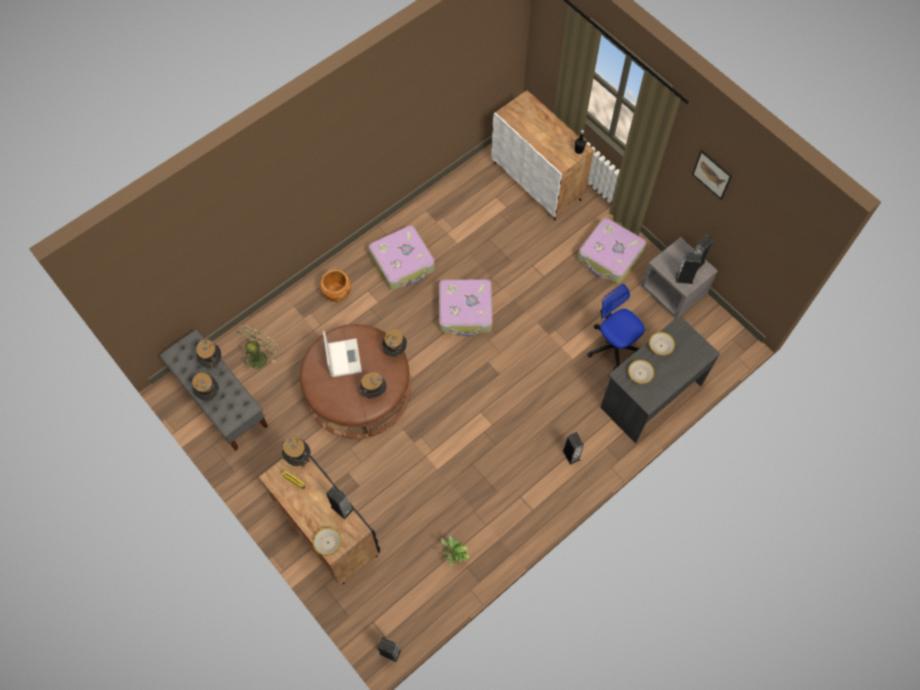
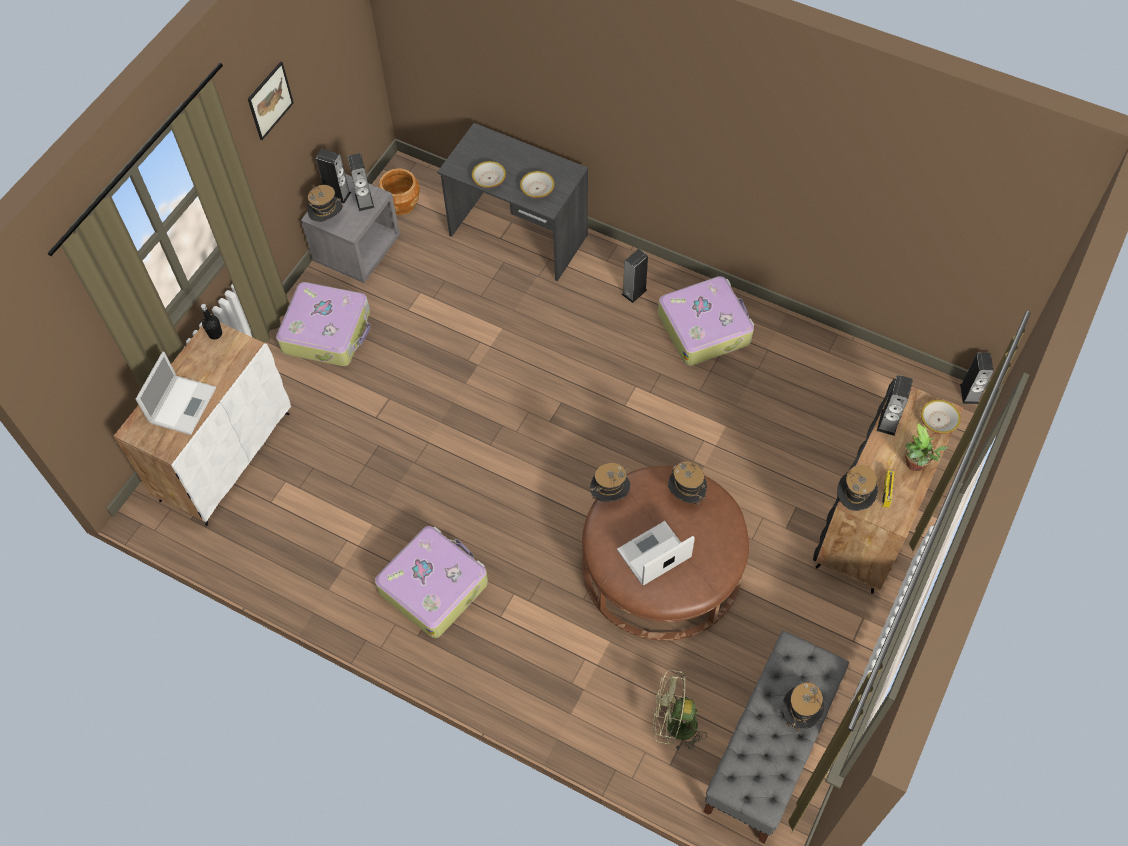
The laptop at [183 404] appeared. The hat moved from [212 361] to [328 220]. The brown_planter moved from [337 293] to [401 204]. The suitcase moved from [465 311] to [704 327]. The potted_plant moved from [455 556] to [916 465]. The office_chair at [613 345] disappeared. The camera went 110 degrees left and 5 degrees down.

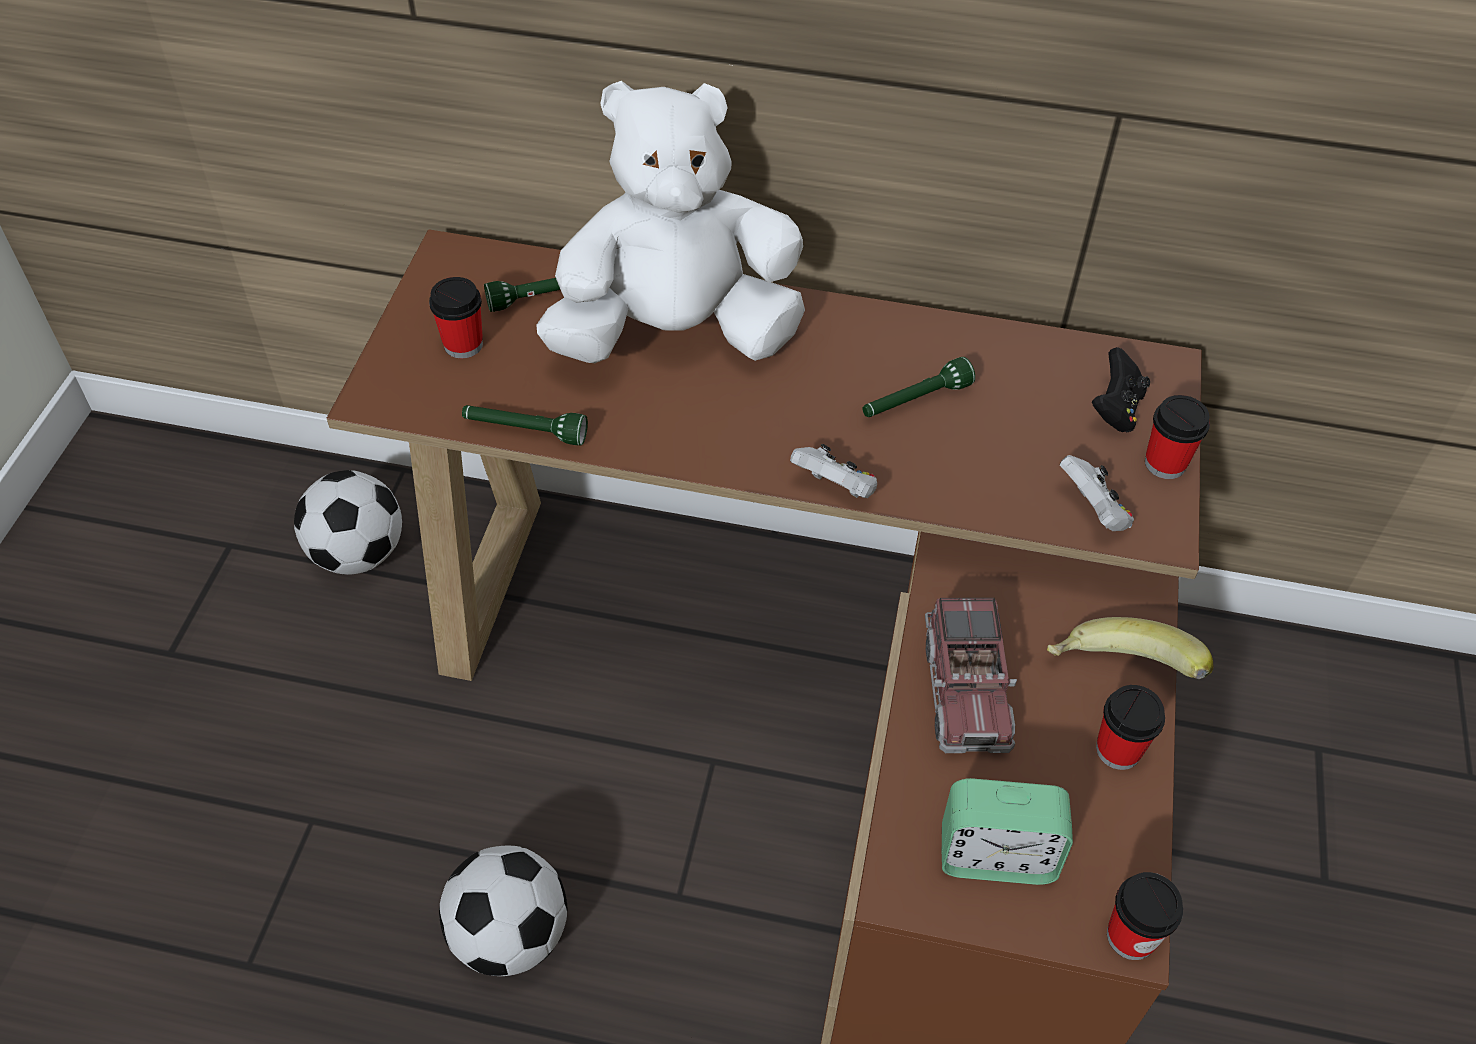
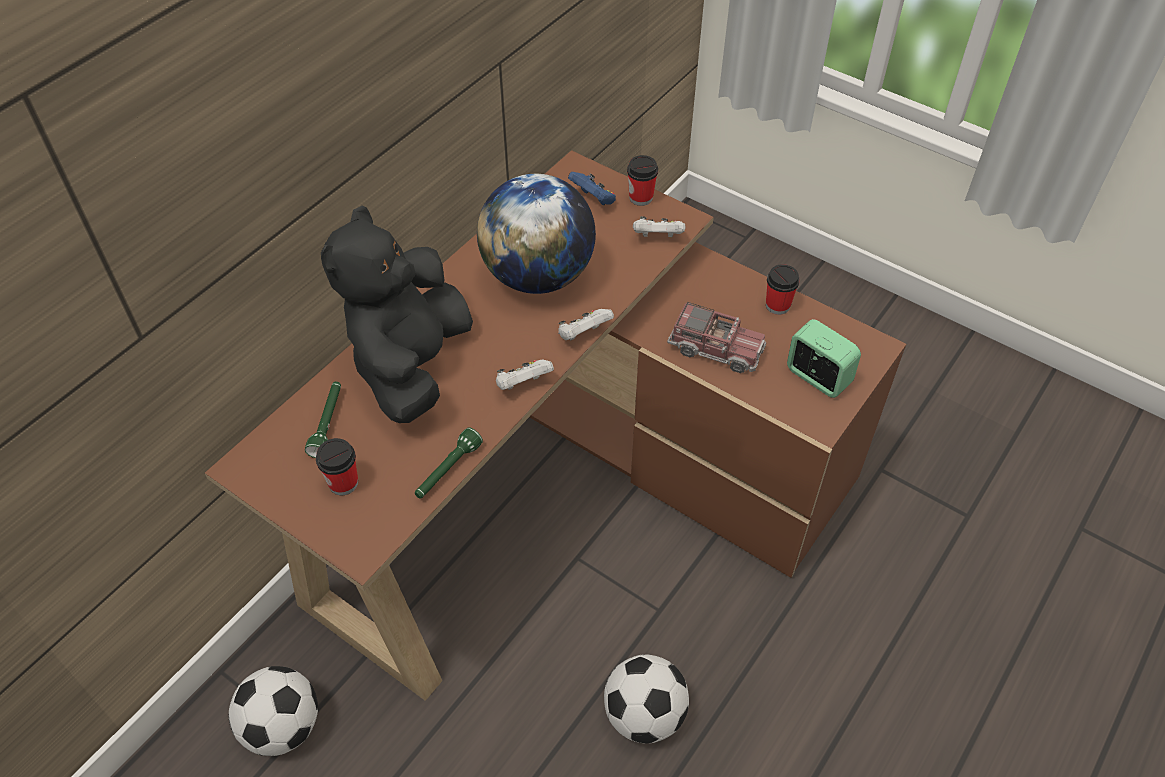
The white_plush_toy at [676 334] became the black_plush_toy at [411 365]. The green_flashlight at [915 401] was replaced by the globe at [538 276]. The white_game_controller at [523 385] appeared. The black_game_controller at [1115 409] became the blue_game_controller at [593 199]. The alarm_clock at [996 856] turned 75 degrees counterclockwise. The banana at [1119 676] disappeared. The cup at [1131 936] disappeared. The camera went 65 degrees left and 0 degrees up.

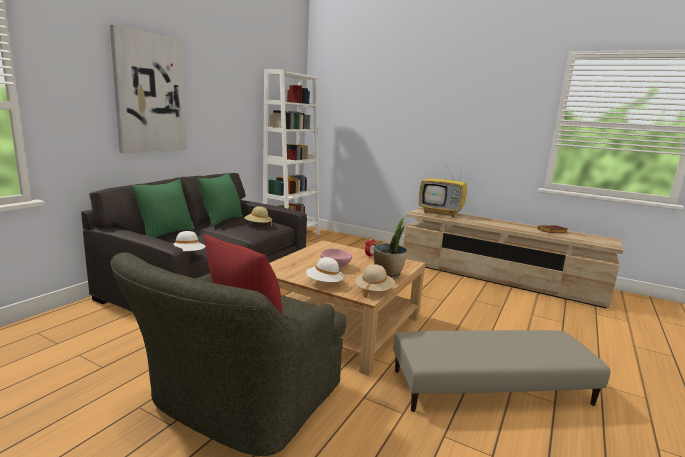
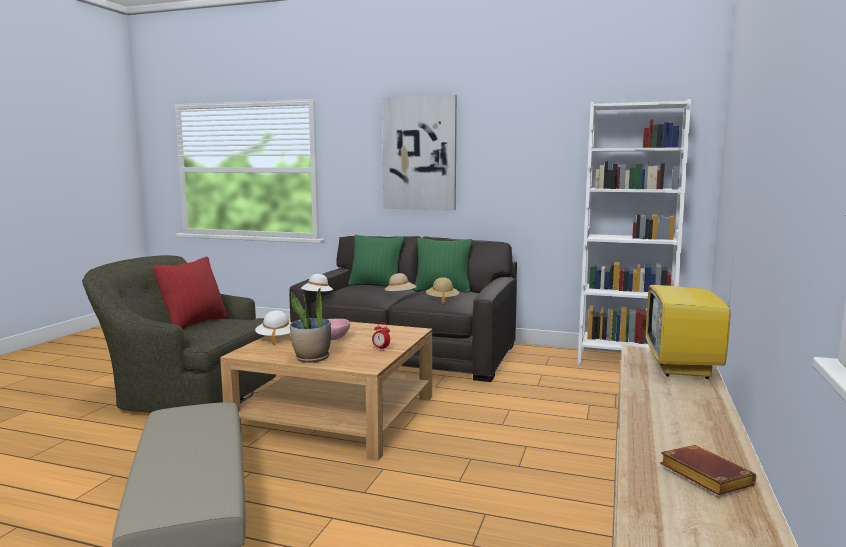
The beige_hat moved from [374 291] to [400 295]. The camera went 80 degrees right and 5 degrees down.

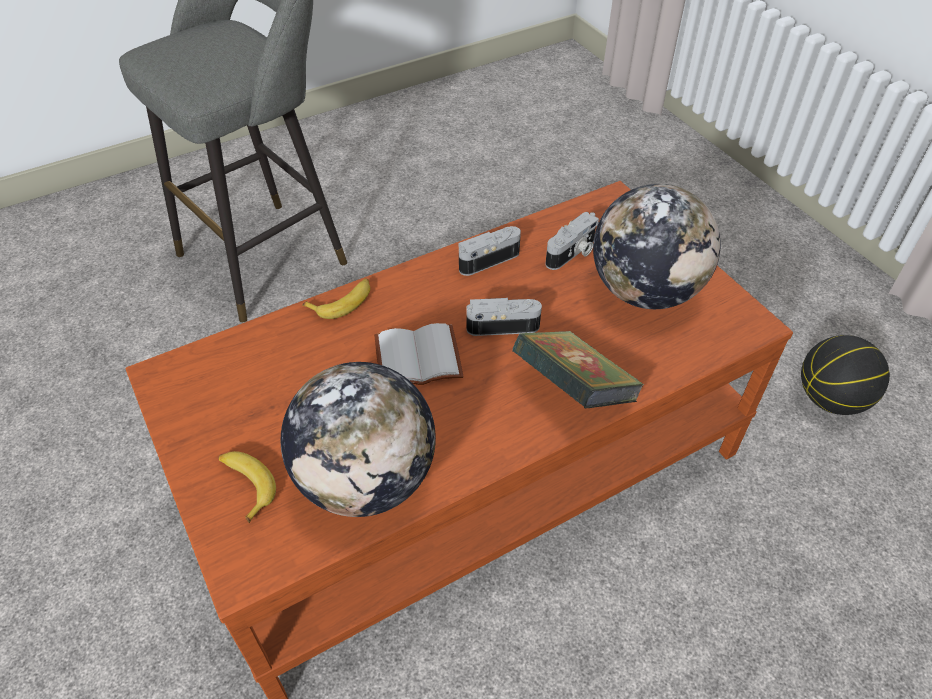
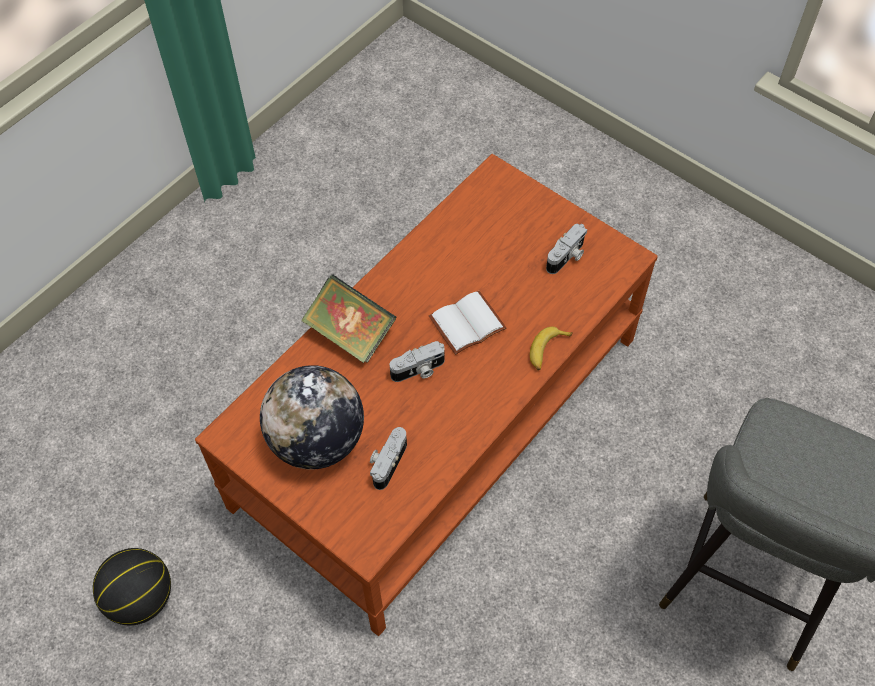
The photo_camera moved from [487 259] to [567 257]. The banana at [246 485] disappeared. The globe at [366 479] disappeared. The camera went 160 degrees right and 10 degrees up.

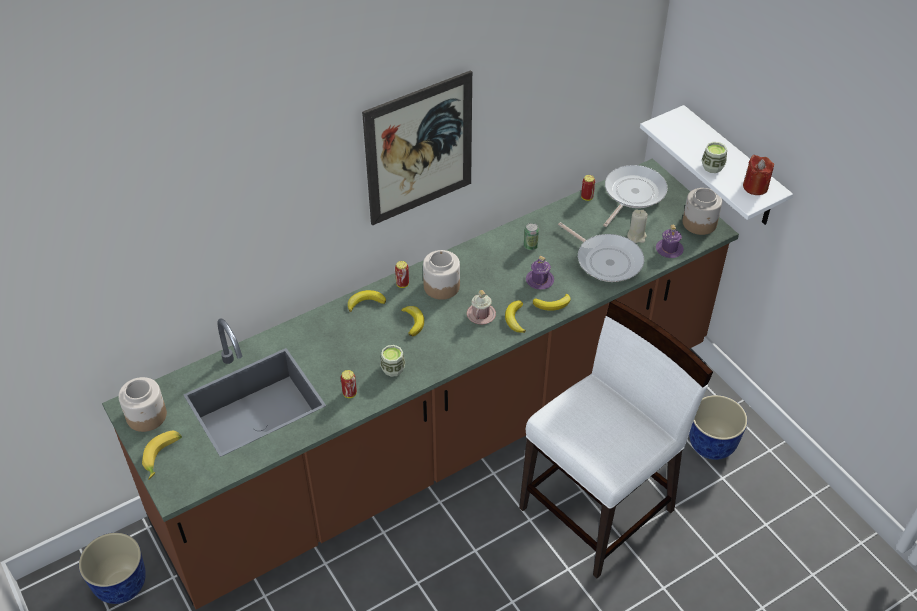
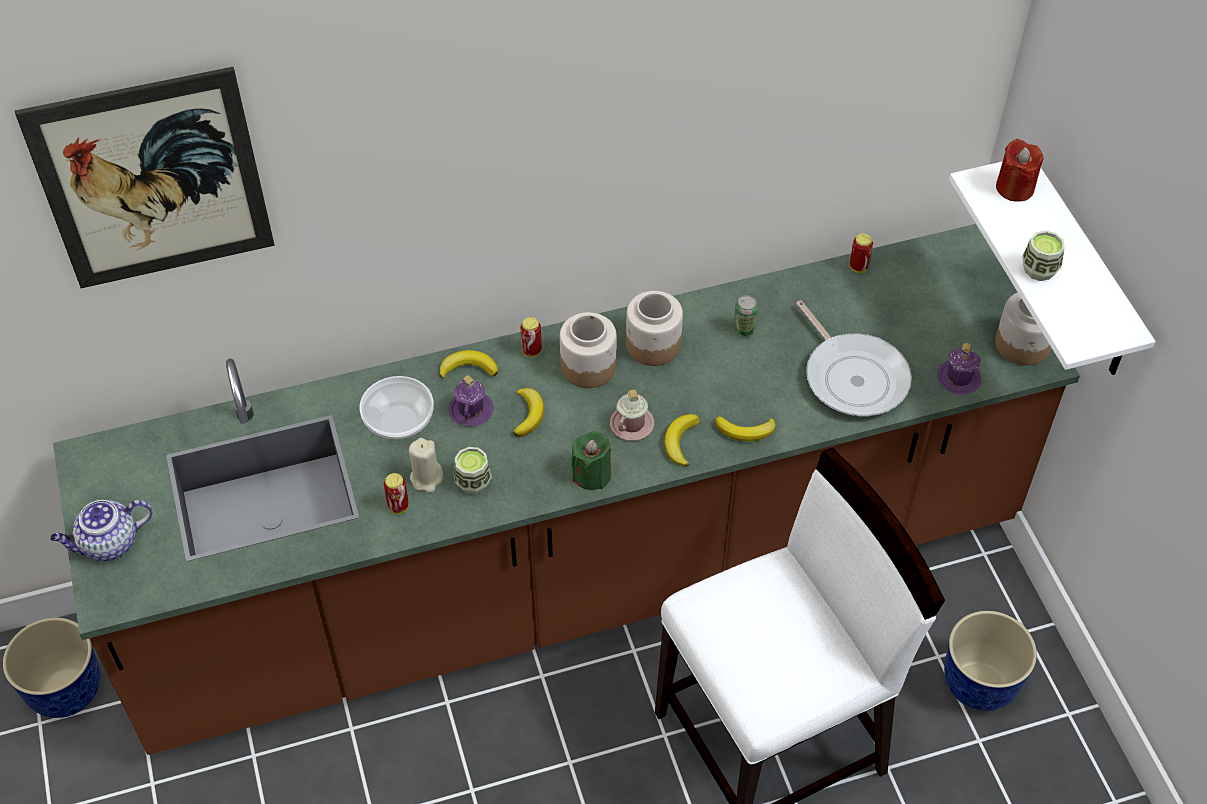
The picture moved from [419 149] to [153 180]. The banana at [163 457] was replaced by the teapot at [109 544]. The bowl at [398 421] appeared. The beige_candle moved from [636 236] to [426 478]. The purple_mug moved from [539 280] to [471 410]. The green_candle at [592 474] appeared. The jar moved from [146 416] to [653 345]. The red_candle moved from [755 187] to [1014 188]. The frying_pan at [632 194] disappeared. The camera went 15 degrees right and 5 degrees up.

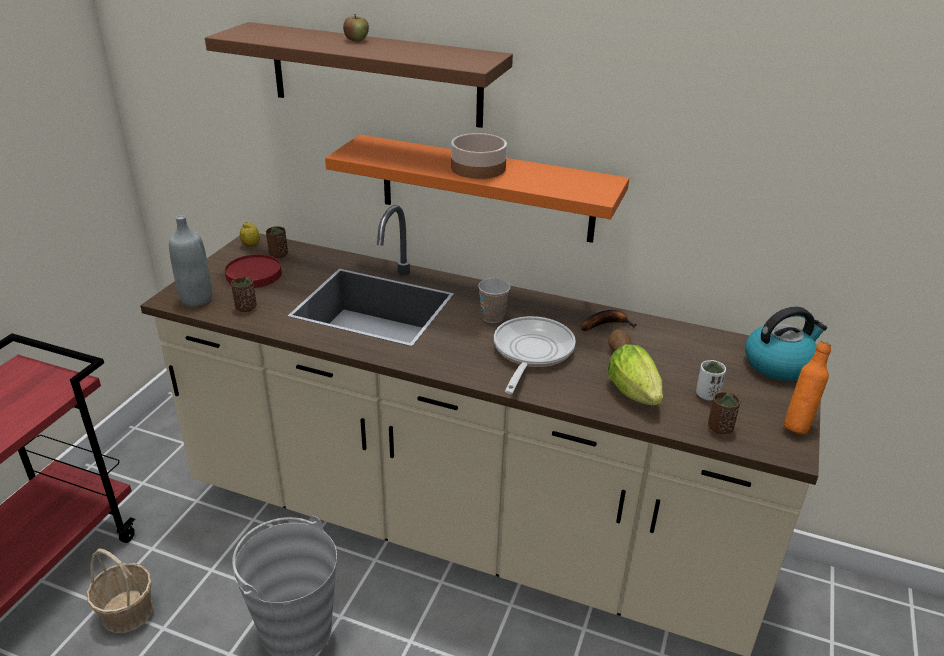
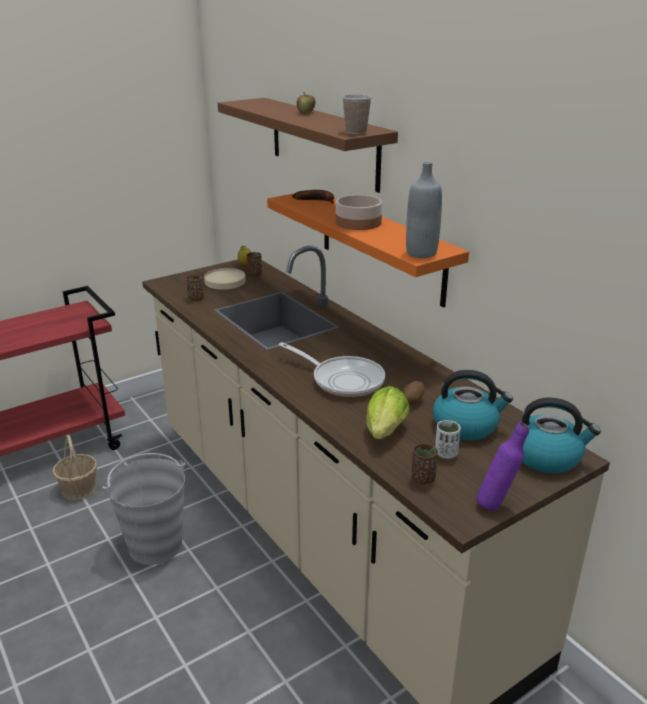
The red_plate at [254 275] became the beige_plate at [225 281]. The frying_pan at [531 353] turned 75 degrees clockwise. The banana moved from [606 324] to [317 200]. The cup moved from [493 317] to [356 132]. The grey_bottle moved from [196 299] to [421 253]. The kettle at [466 425] appeared. The orange_bottle at [797 425] became the purple_bottle at [497 504]. The camera went 35 degrees right and 5 degrees down.

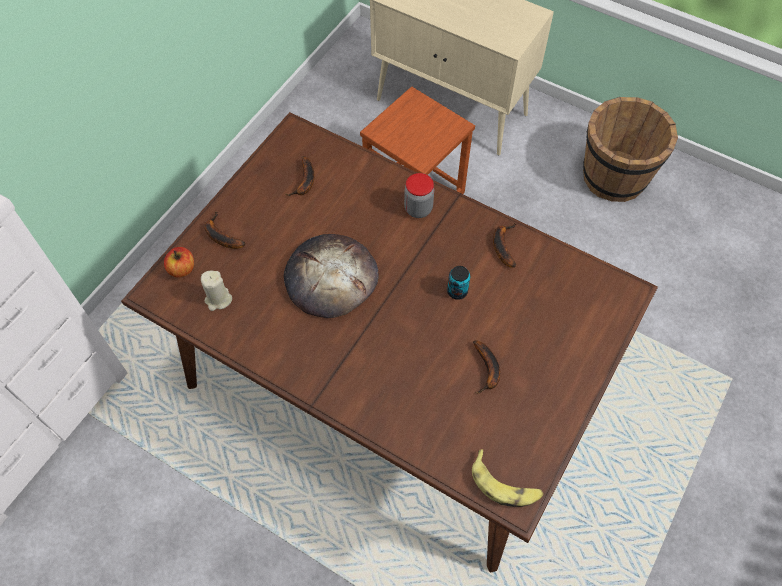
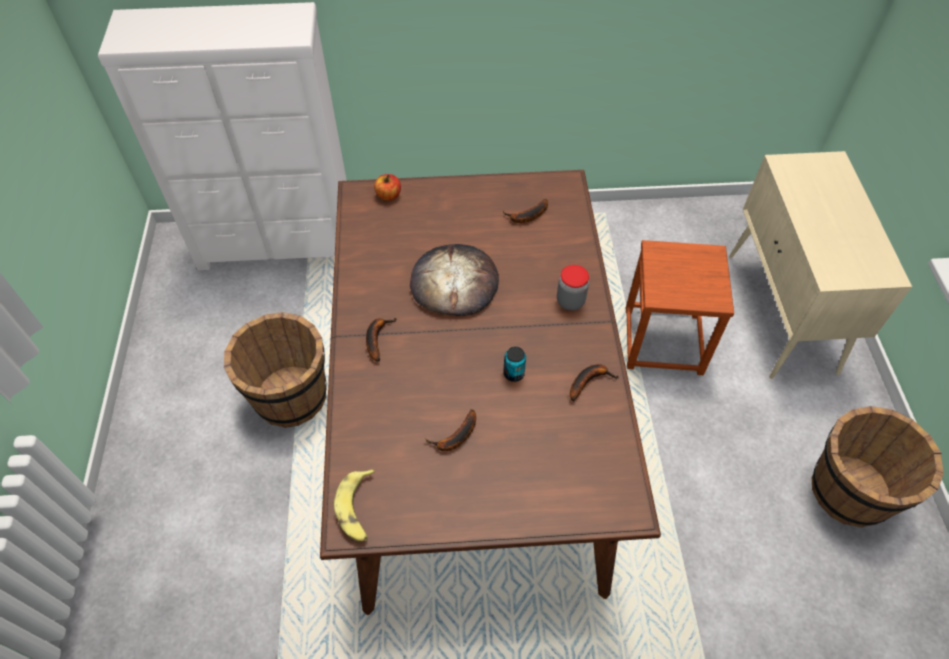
The brown_bucket at [290 396] appeared. The banana moved from [220 236] to [377 338]. The beige_candle at [218 299] disappeared. The camera went 55 degrees right and 5 degrees down.

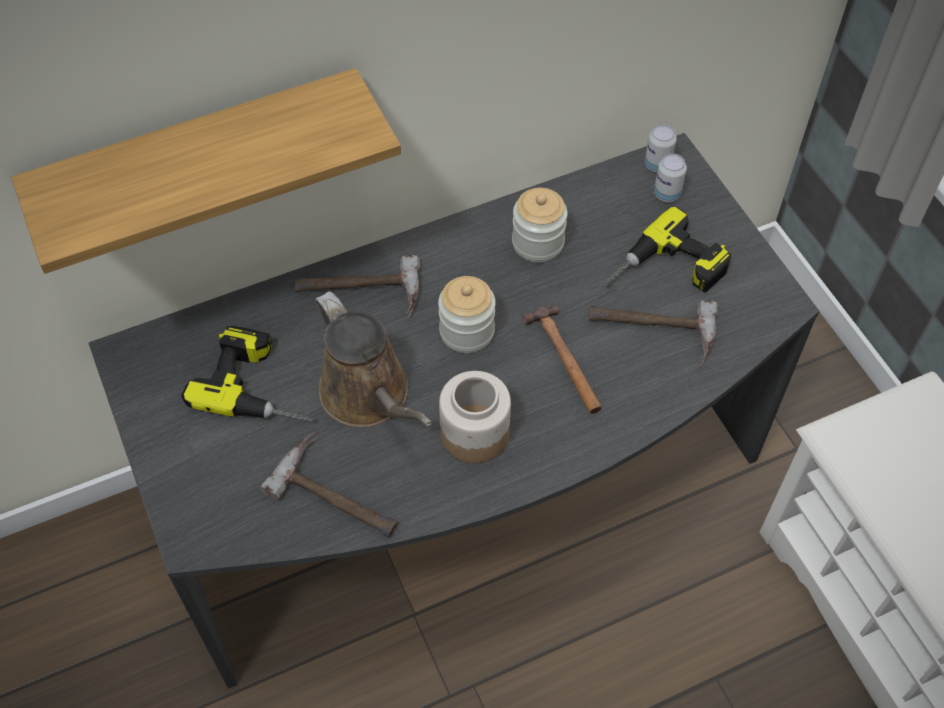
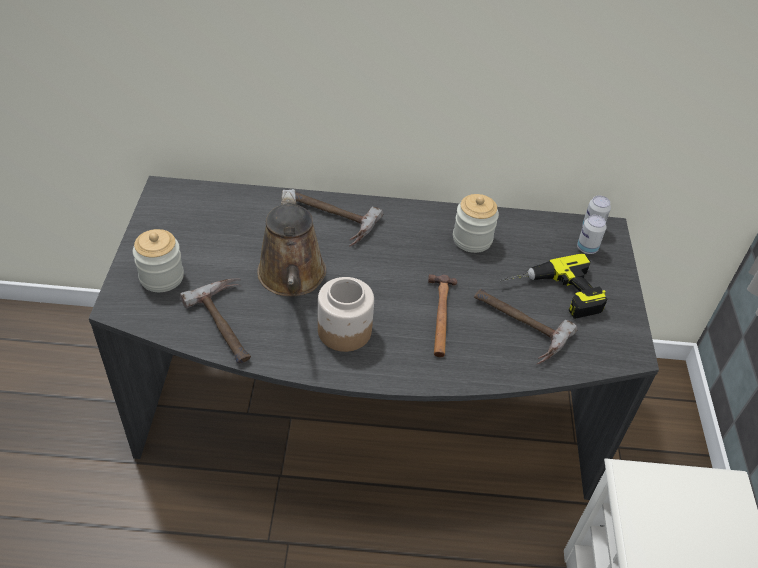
The jar moved from [467 331] to [161 277]. The shelf at [200 160] disappeared. The power_drill at [261 384] disappeared. The camera went 25 degrees right and 10 degrees down.

